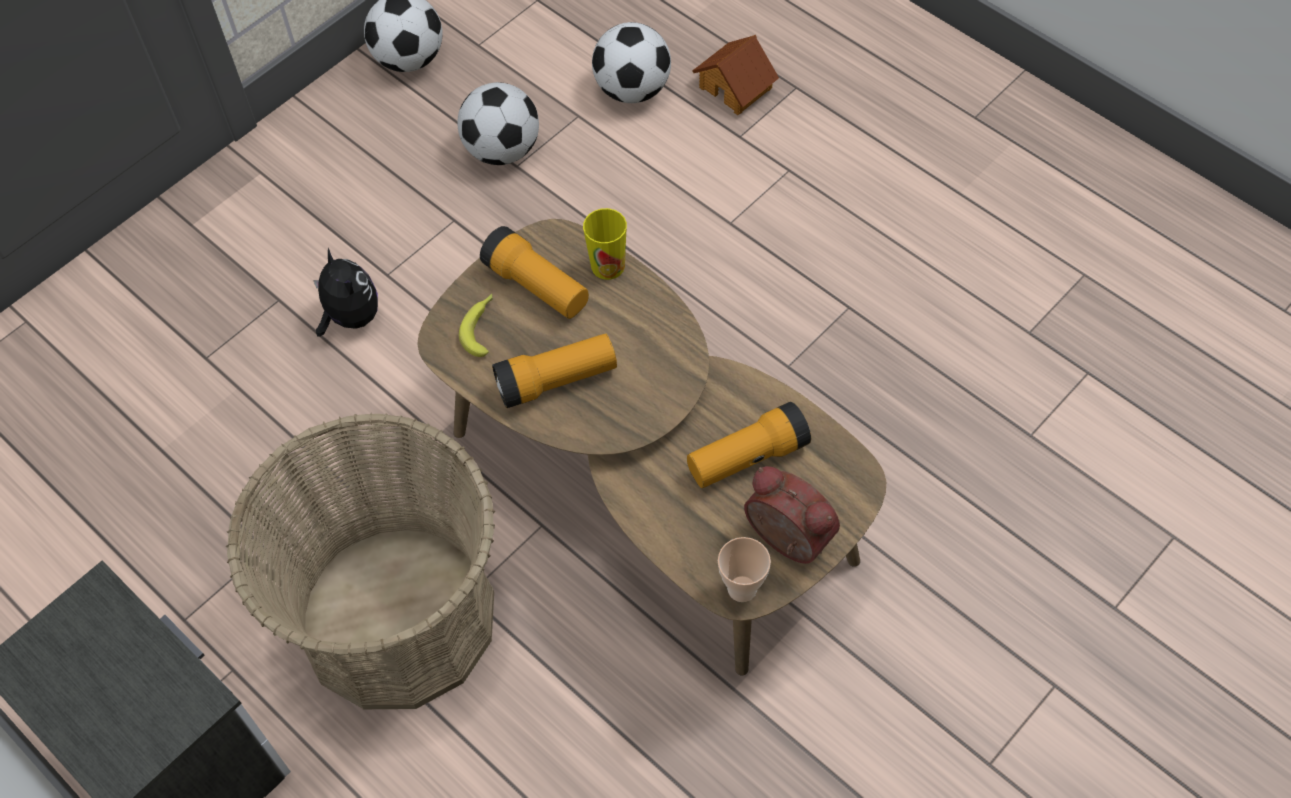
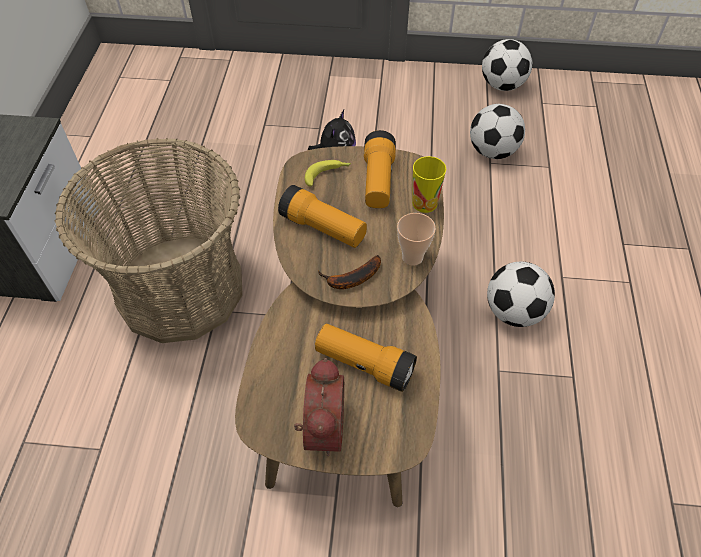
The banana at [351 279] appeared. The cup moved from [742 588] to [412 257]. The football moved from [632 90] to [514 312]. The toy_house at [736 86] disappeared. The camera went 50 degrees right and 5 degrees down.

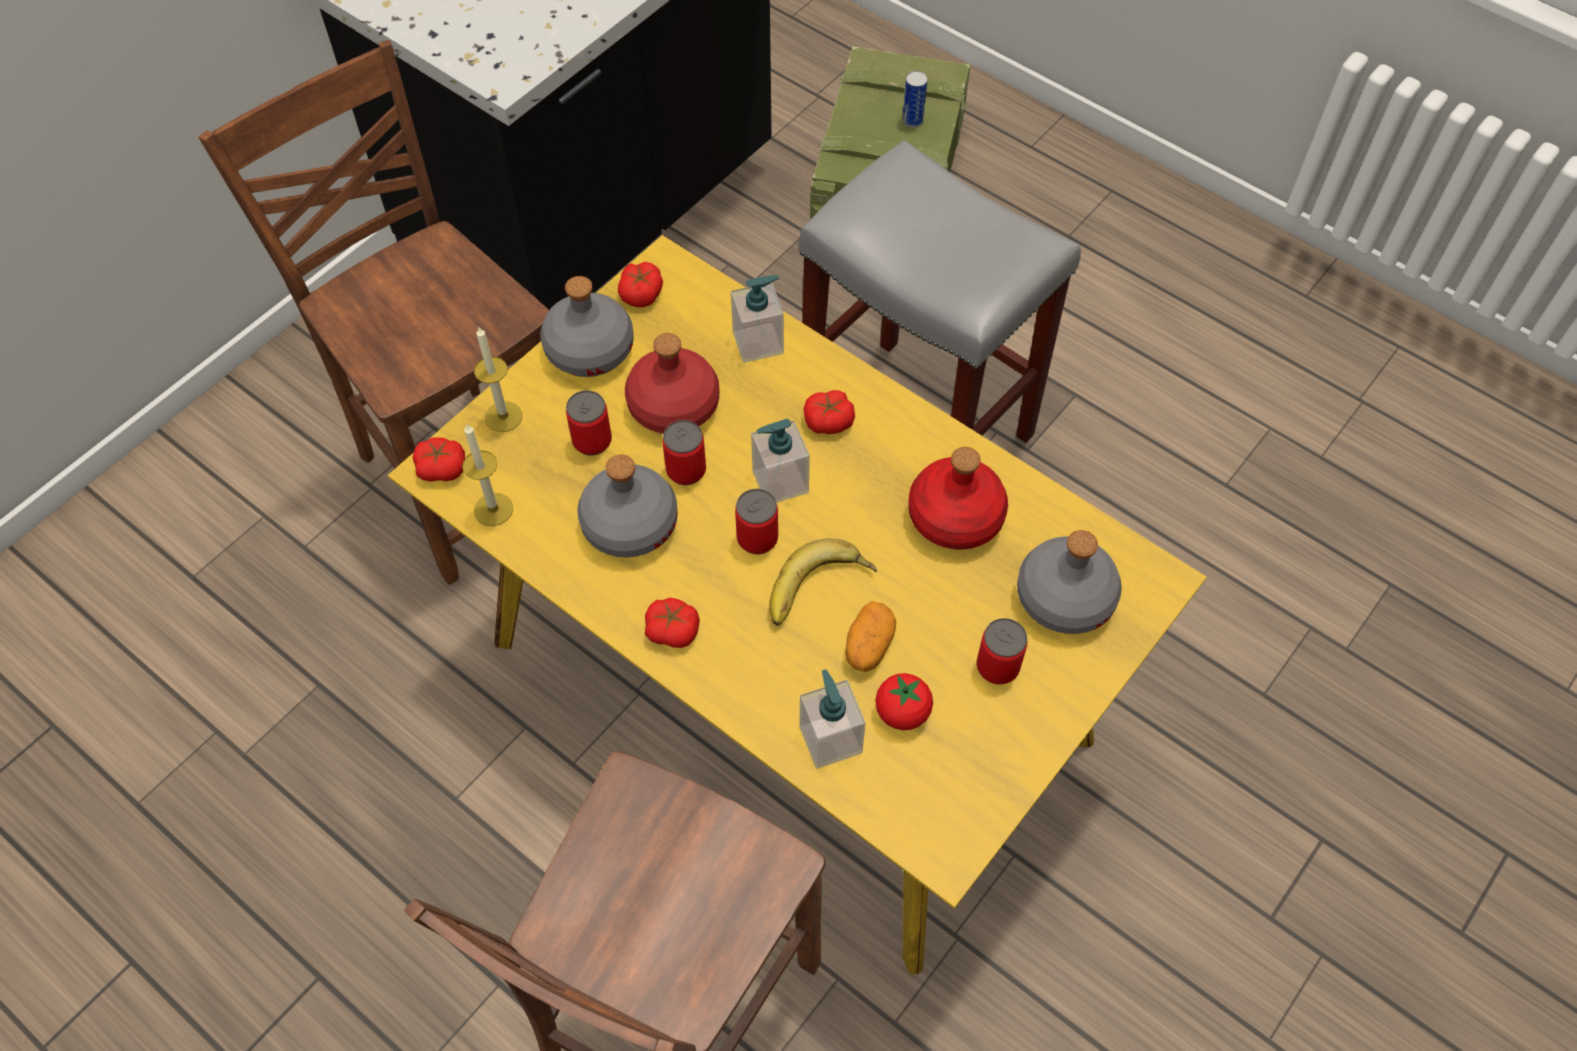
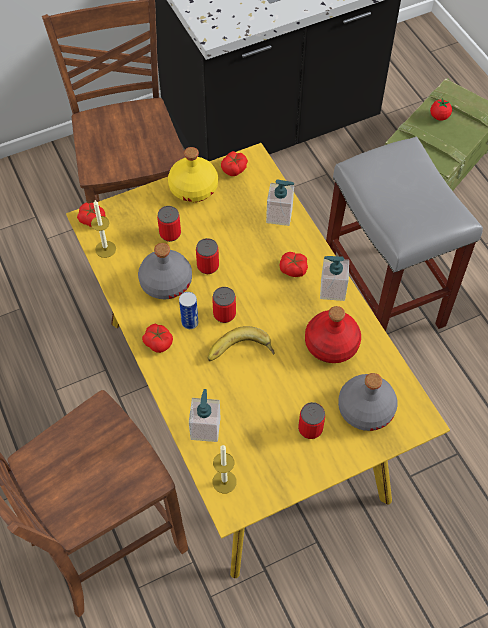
The grey_bottle at [591 350] became the yellow_bottle at [194 188]. The can moved from [912 121] to [190 322]. The candle moved from [503 416] to [224 481]. The soap_dispenser moved from [780 482] to [332 289]. The tomato moved from [902 712] to [439 117]. The red_bottle at [675 406] disappeared. The potato at [868 646] disappeared. The camera went 25 degrees right and 0 degrees up.

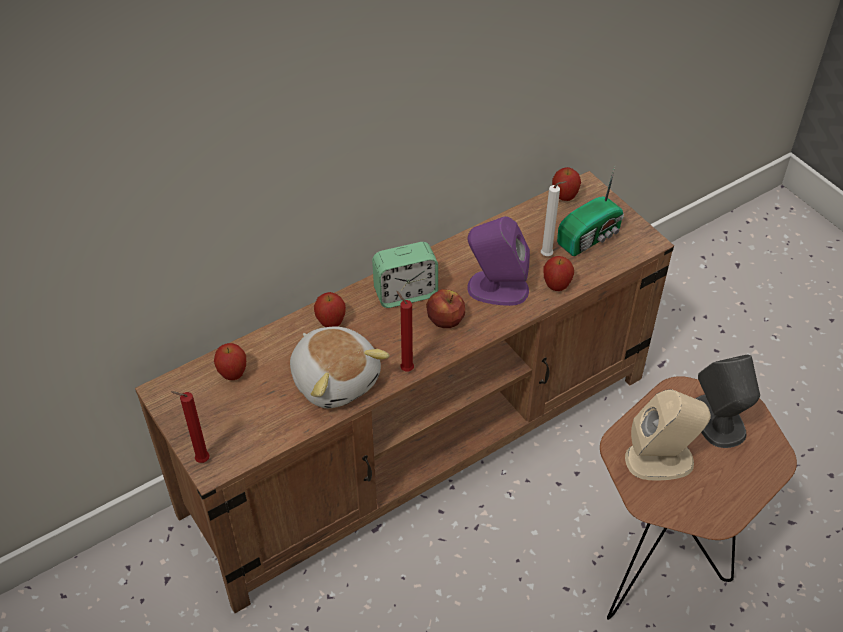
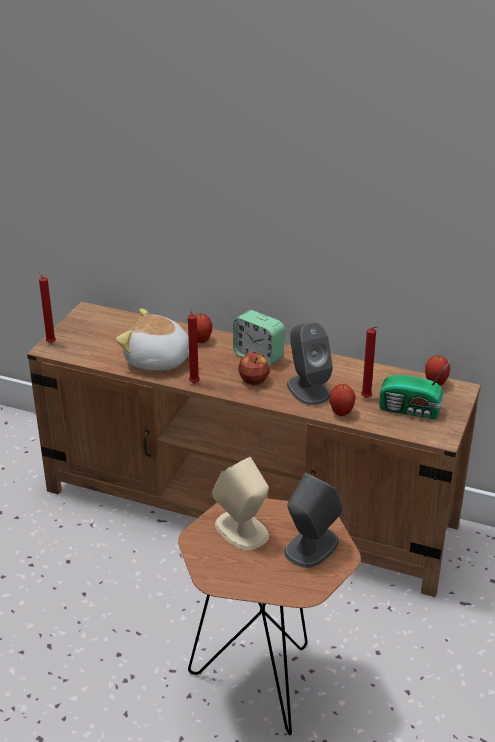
The plush_toy at [336 379] turned 90 degrees clockwise. The purple_speaker at [497 288] became the grey_speaker at [307 389]. The white_candle at [548 256] became the red_candle at [367 399]. The apple at [233 374] disappeared. The camera went 55 degrees right and 15 degrees down.

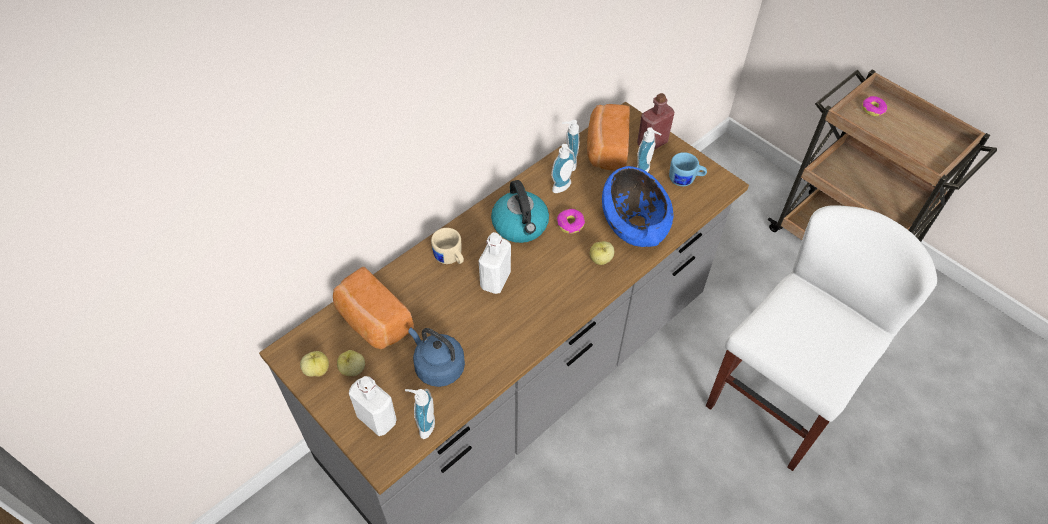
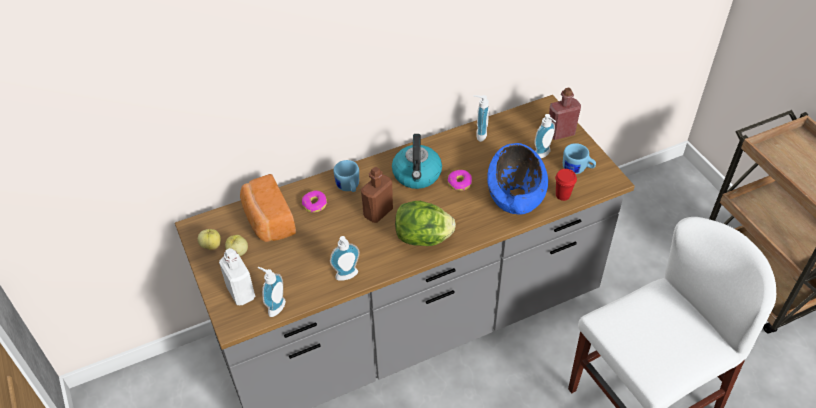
The donut moved from [872 109] to [314 204]. The soap_dispenser moved from [563 188] to [347 277]. The beige_mug at [450 258] became the blue_mug at [348 187]. The white_bottle at [495 280] became the brown_bottle at [378 212]. The lettuce at [423 238] appeared. The red_cup at [562 195] appeared. The blue_kettle at [437 367] disappeared. The bread at [606 149] disappeared. The apple at [600 260] disappeared. The camera went 20 degrees right and 5 degrees down.

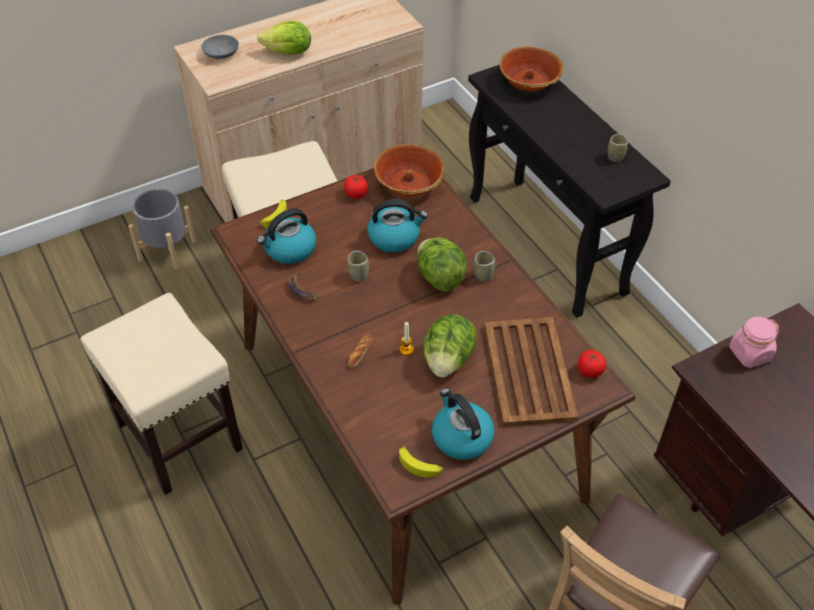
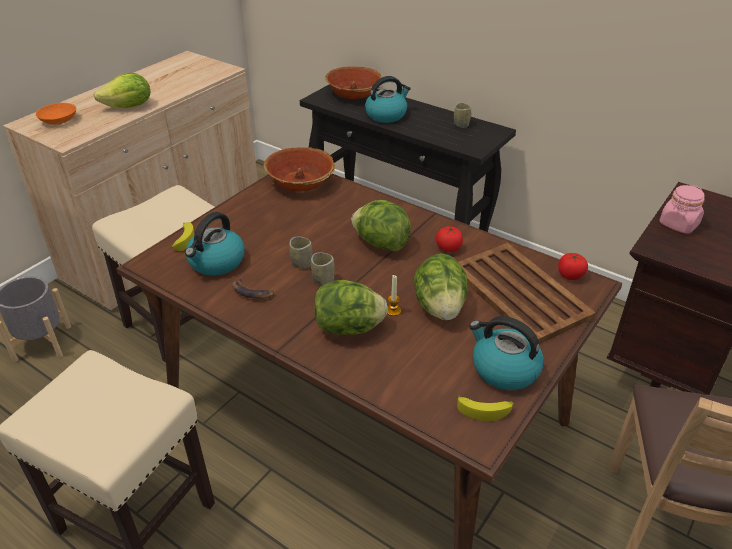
The grey_bowl at [222 53] became the orange_bowl at [59 120]. The cup moved from [483 275] to [323 280]. The bread at [360 352] was replaced by the lettuce at [349 328]. The kettle moved from [395 237] to [386 115]. The tomato moved from [356 194] to [448 248]. The camera went 25 degrees left and 10 degrees down.

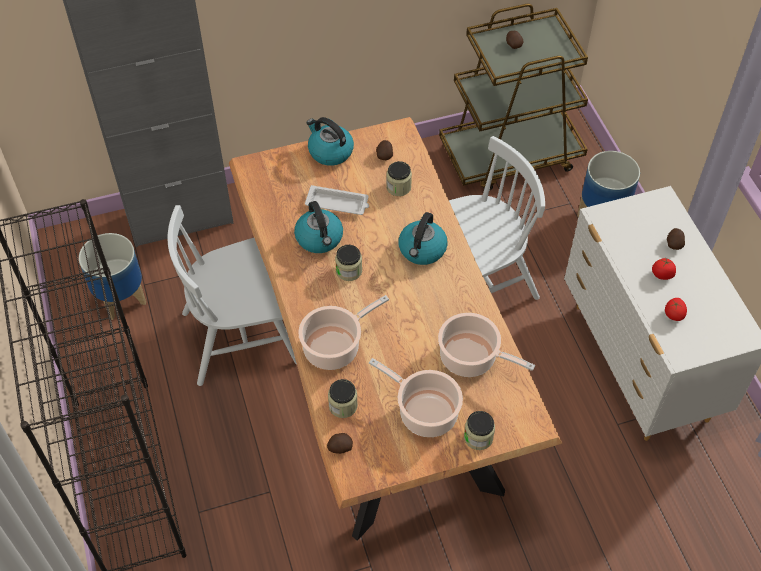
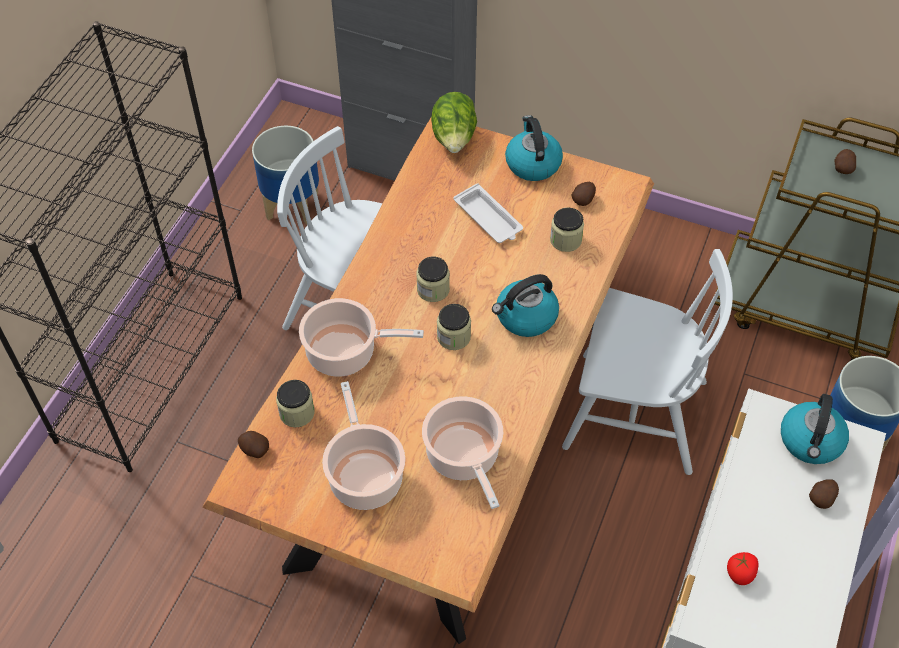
The lettuce at [454 139] appeared. The jar moved from [478 437] to [453 337]. The kettle moved from [320 238] to [811 442]. The tomato at [662 274] disappeared. The camera went 40 degrees right and 0 degrees up.

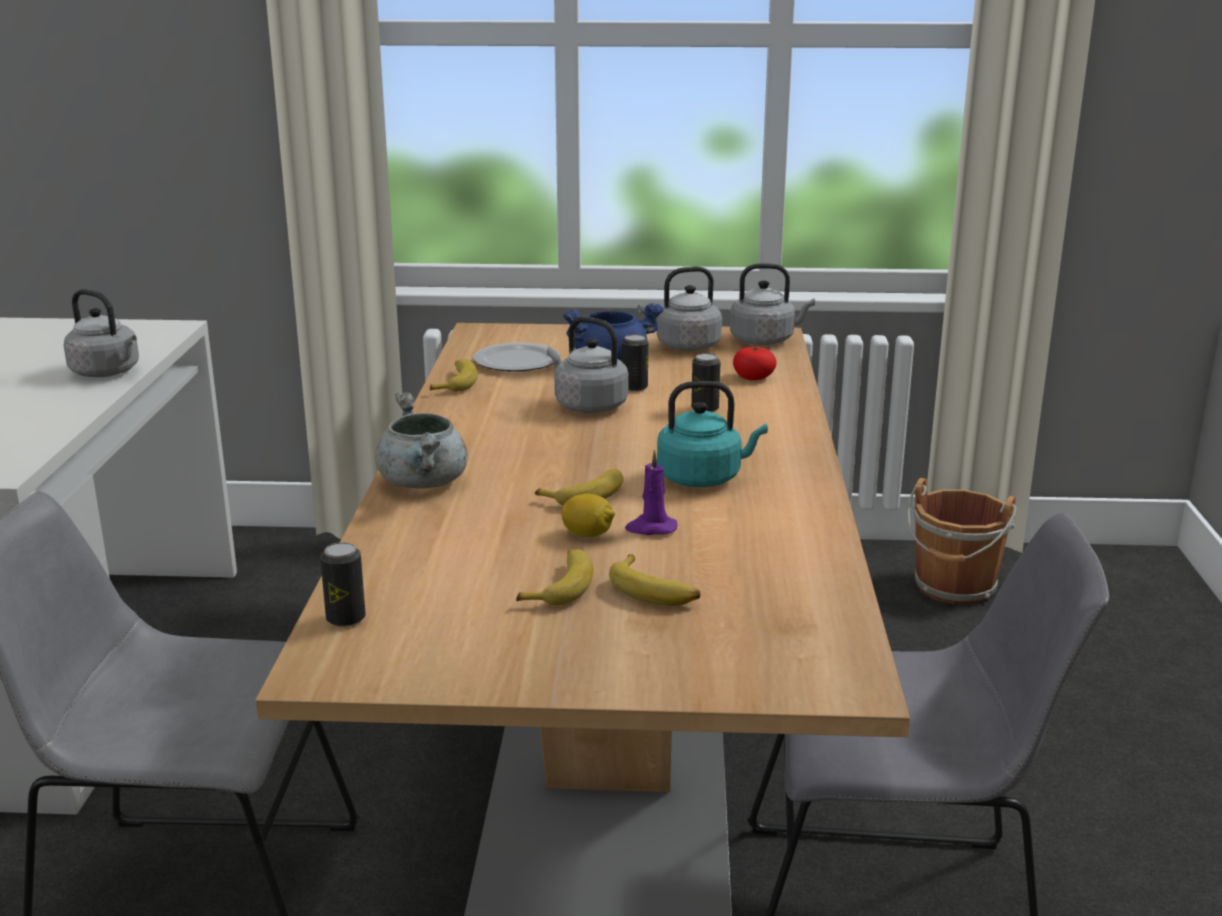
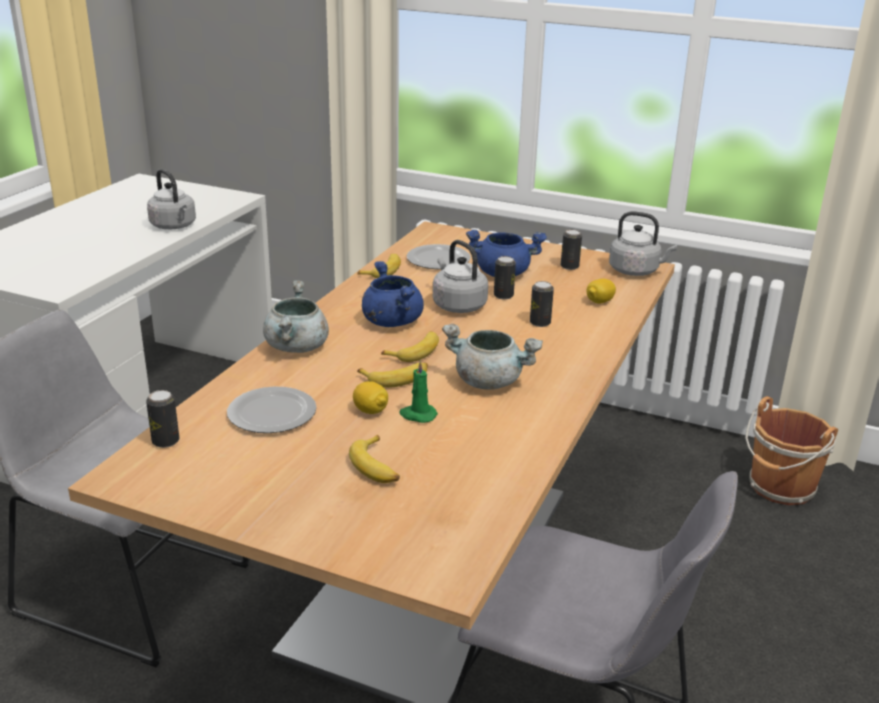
The plate at [273 414] appeared. The blue_cooking_pot at [391 321] appeared. The banana moved from [560 586] to [415 351]. The purple_candle at [651 528] became the green_candle at [417 415]. The turquoise_kettle at [703 478] was replaced by the grey_cooking_pot at [489 381]. The grey_kettle at [684 346] was replaced by the can at [569 267]. The tomato at [753 377] was replaced by the lemon at [599 302]. The camera went 20 degrees right and 5 degrees up.

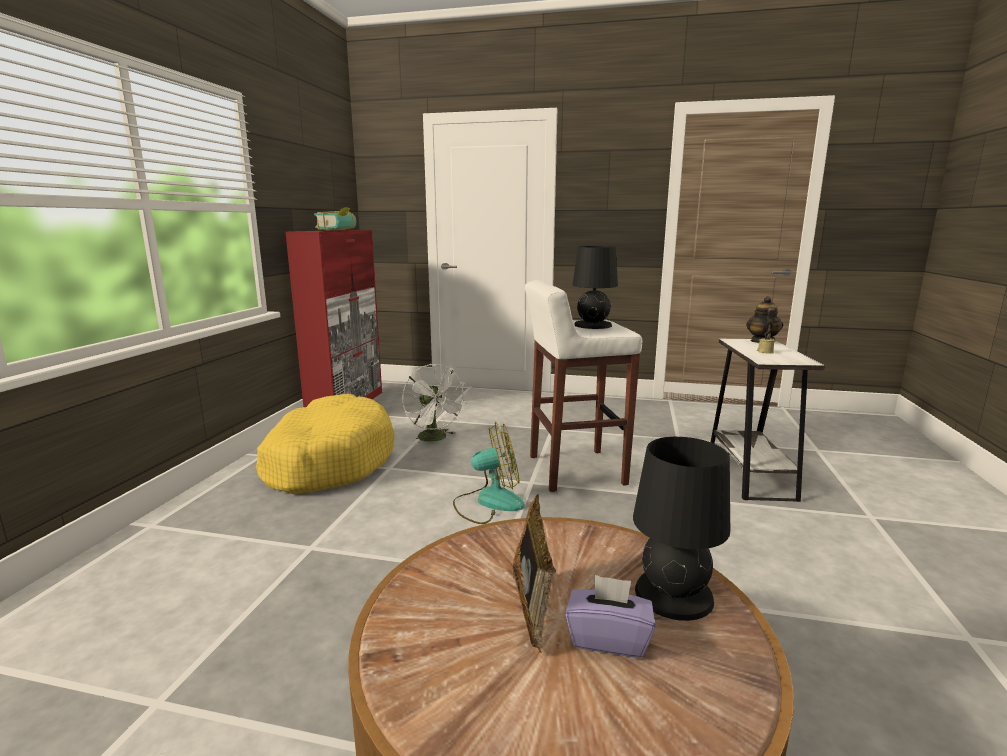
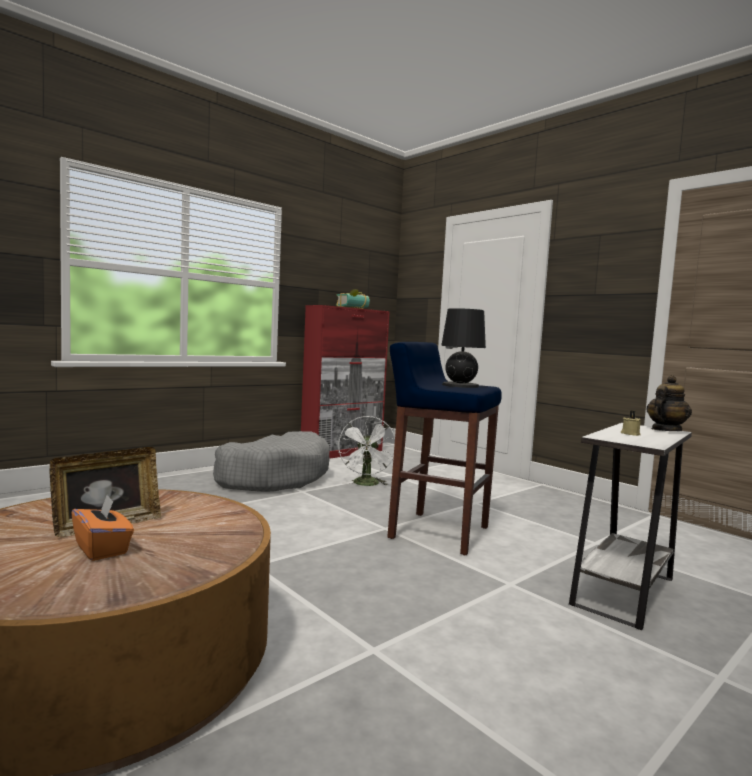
The purple_tissue_box at [608 638] became the orange_tissue_box at [102 549]. The yellow_dog_bed at [328 461] became the grey_dog_bed at [273 477]. The white_stool at [574 470] became the blue_stool at [437 532]. The fan at [488 502] disappeared. The black_table_lamp at [672 594] disappeared. The camera went 35 degrees right and 10 degrees down.

